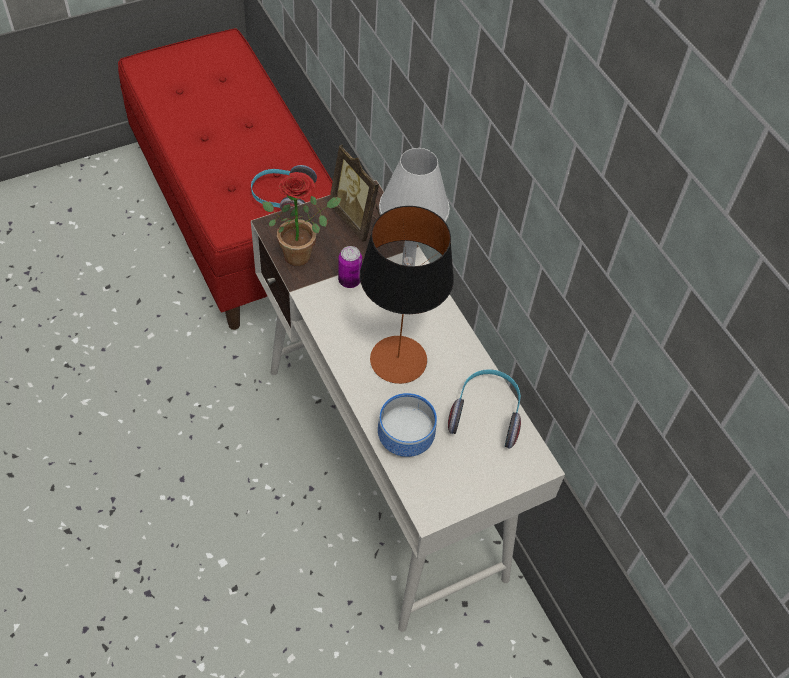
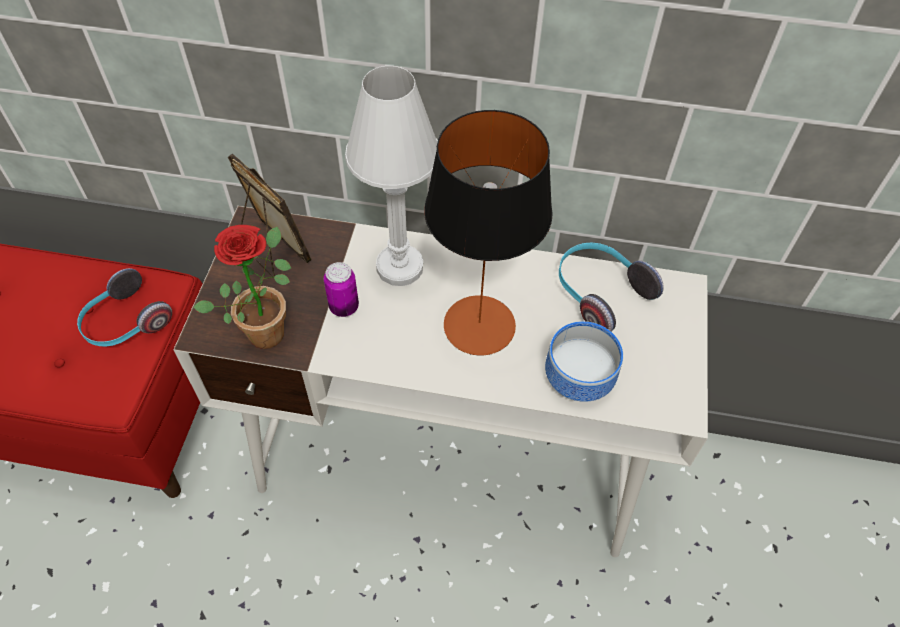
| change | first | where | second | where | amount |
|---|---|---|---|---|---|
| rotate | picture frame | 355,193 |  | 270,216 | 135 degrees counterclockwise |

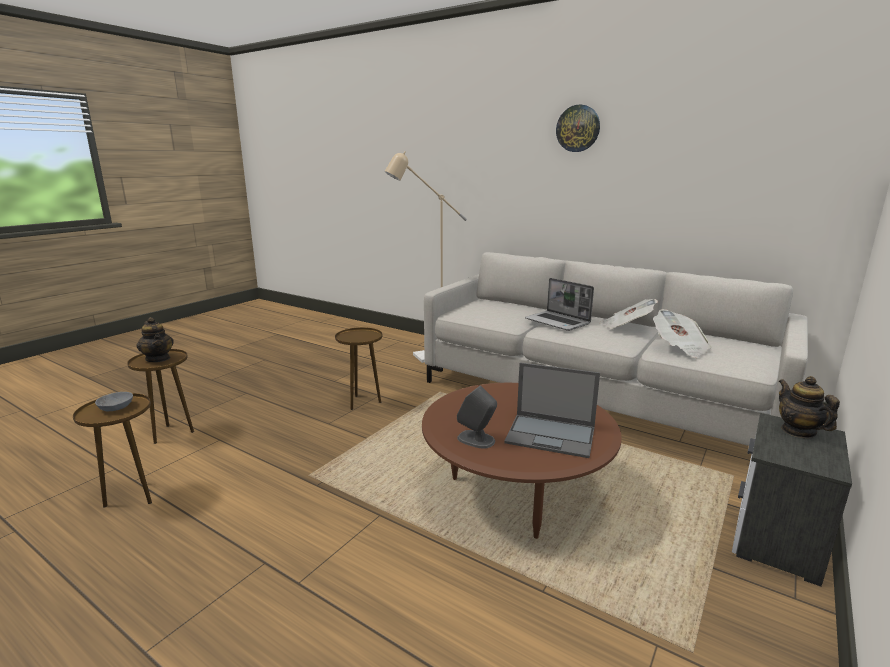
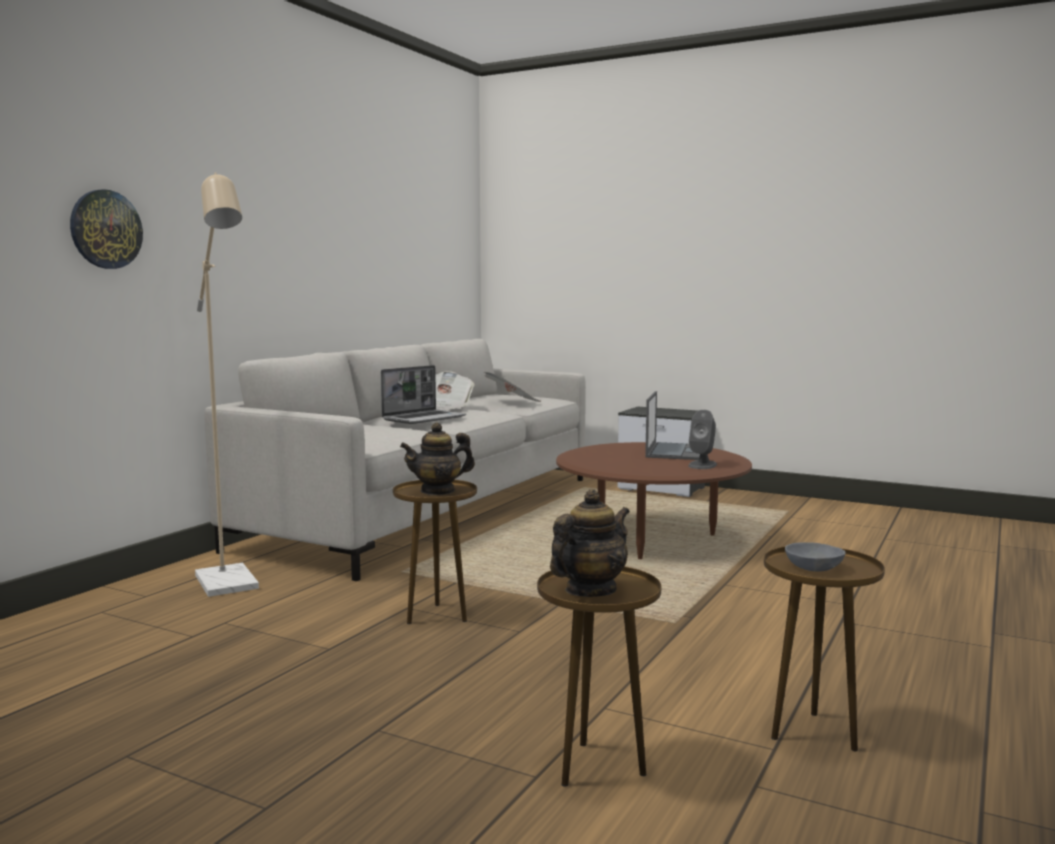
| change | first | where | second | where | amount |
|---|---|---|---|---|---|
| move | wall clock | 578,128 |  | 106,229 |  |
| move | teapot | 809,407 |  | 437,458 |  |

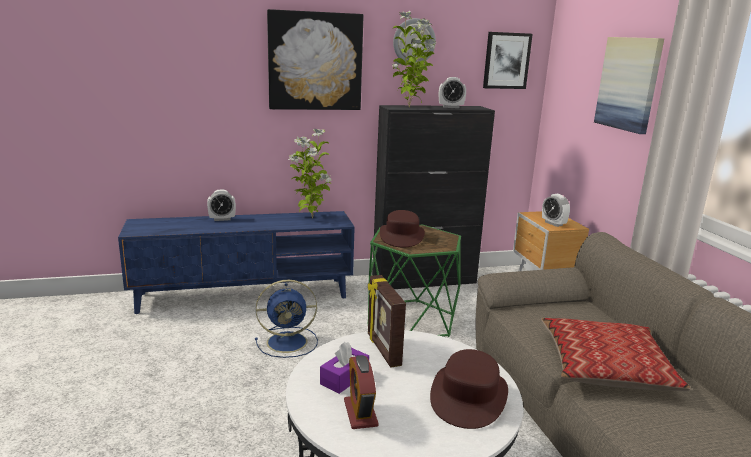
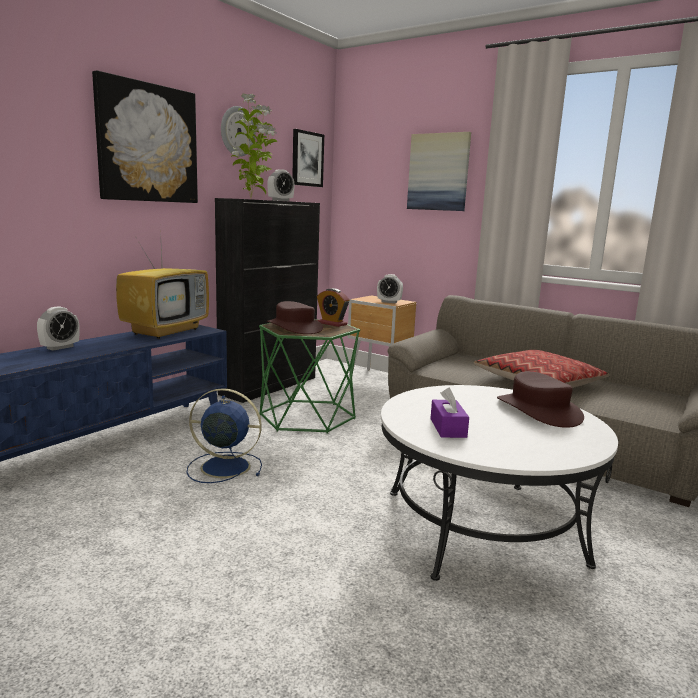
| change | first | where | second | where | amount |
|---|---|---|---|---|---|
| delete | picture frame | 387,321 |  |  |  |
| move | alarm clock | 361,392 |  | 333,307 |  |
| replace | potted plant | 310,173 | television | 162,283 |  |
| rotate | blue fan | 286,319 |  | 224,435 | 120 degrees counterclockwise |

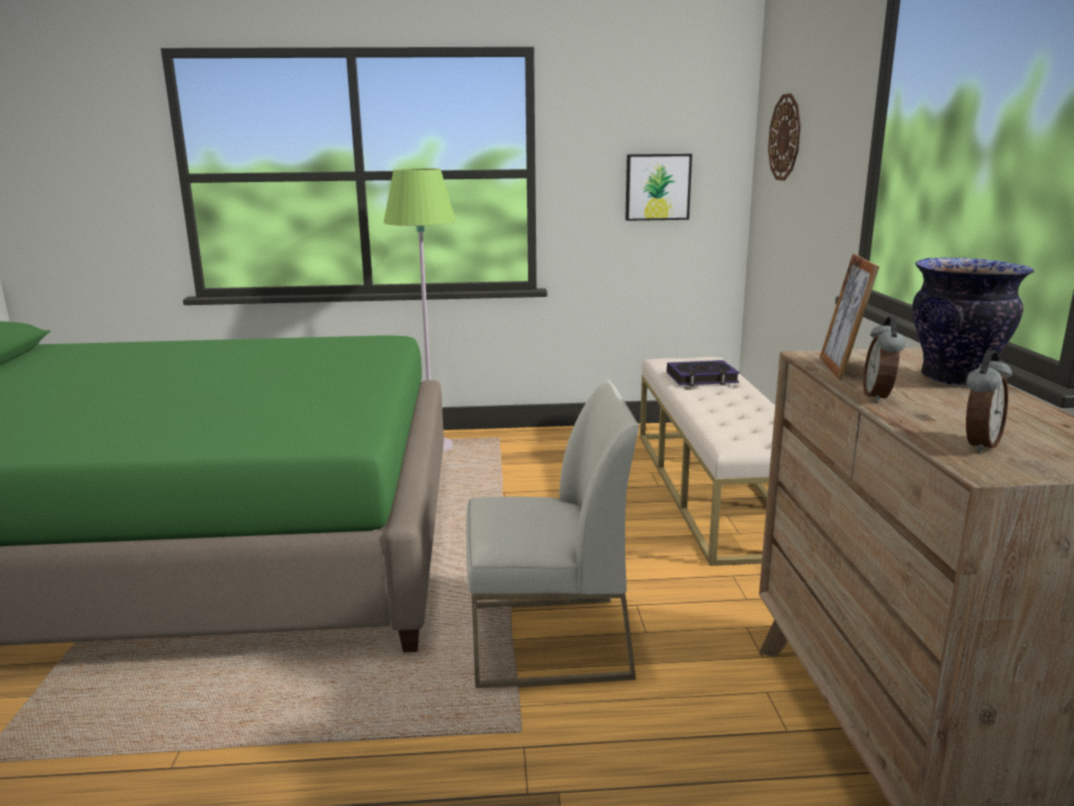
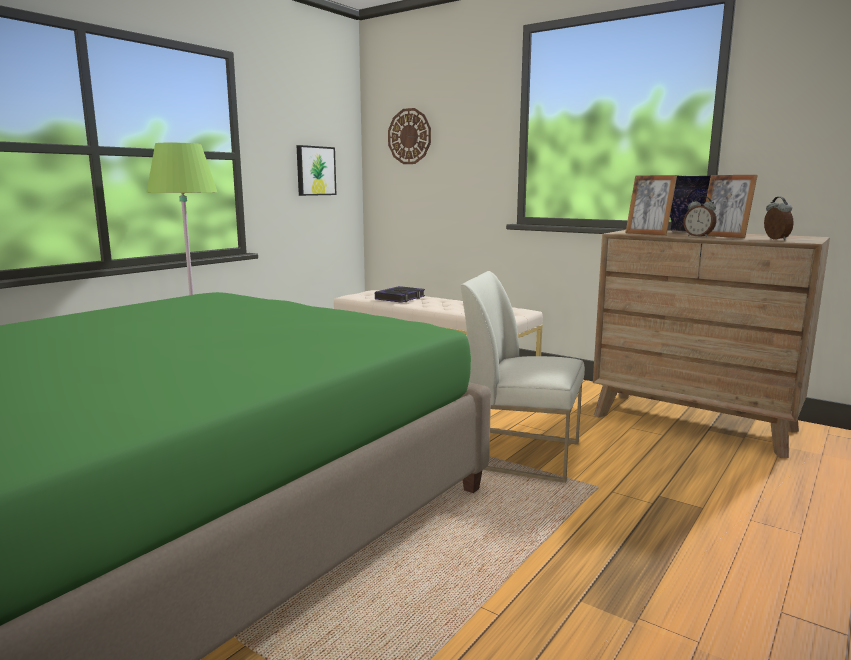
| change | first | where | second | where | amount |
|---|---|---|---|---|---|
| insert |  |  | picture frame | 732,206 |  |
| rotate | white chair | 552,534 |  | 523,377 | 105 degrees counterclockwise |

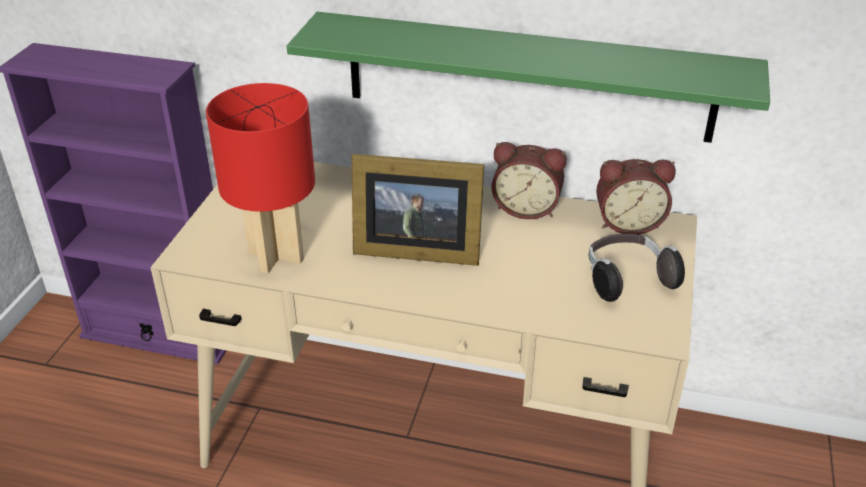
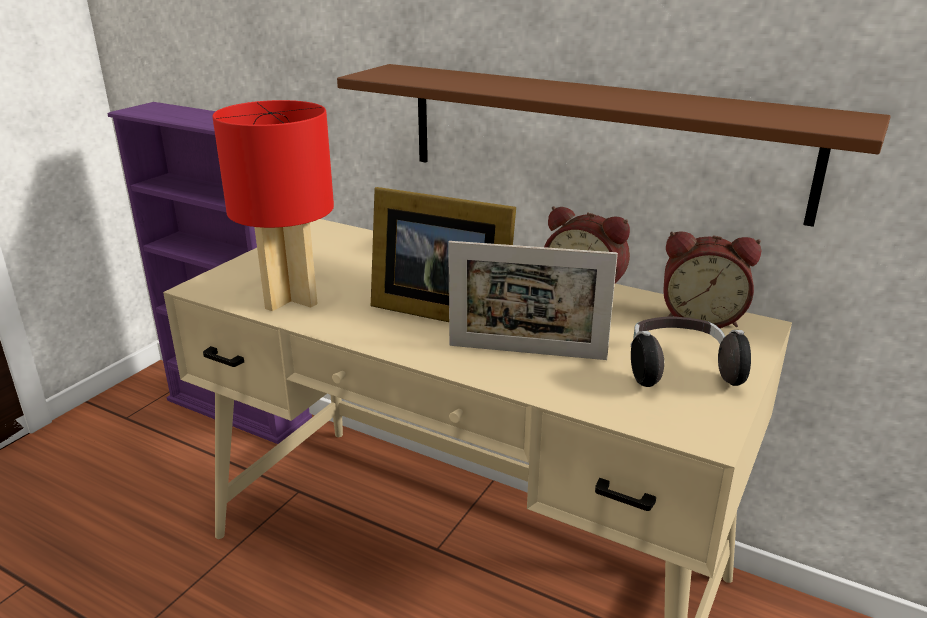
| change | first | where | second | where | amount |
|---|---|---|---|---|---|
| insert |  |  | picture frame | 533,300 |  |
| recolor | green shelf | 528,77 | brown shelf | 614,145 |  |

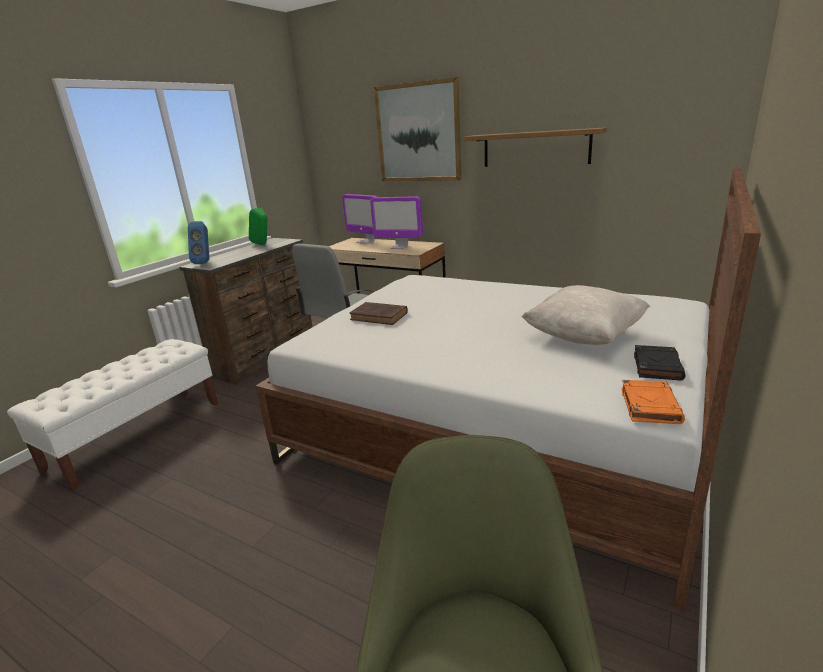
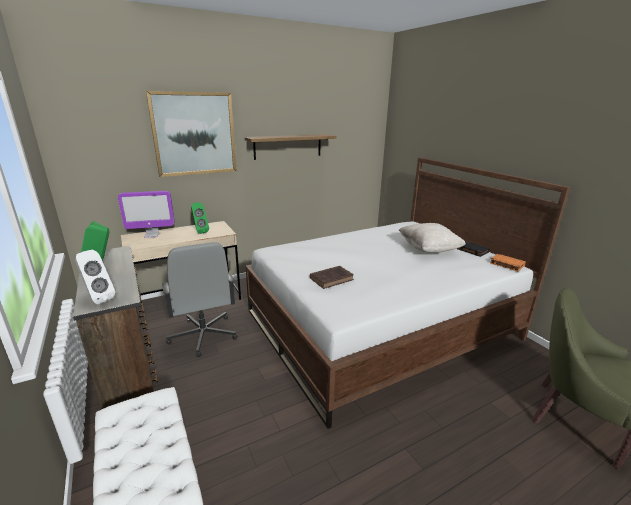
| change | first | where | second | where | amount |
|---|---|---|---|---|---|
| replace | monitor | 396,222 | green speaker | 200,218 |  |
| recolor | blue speaker | 198,242 | white speaker | 95,277 |  |

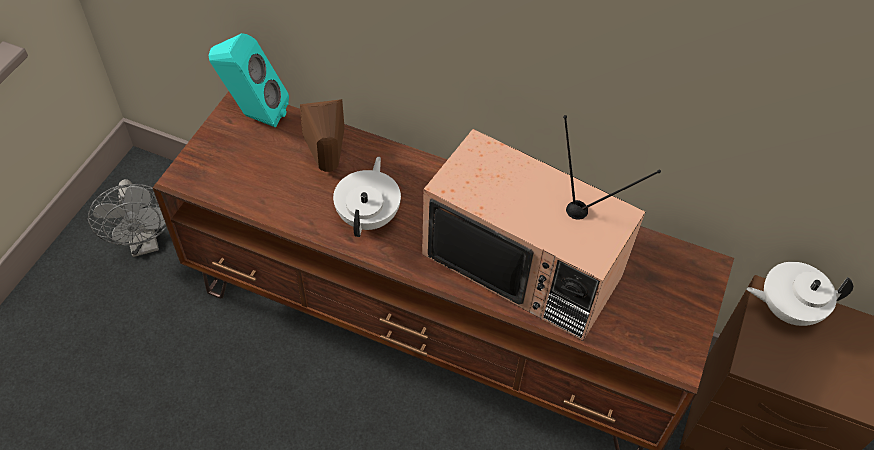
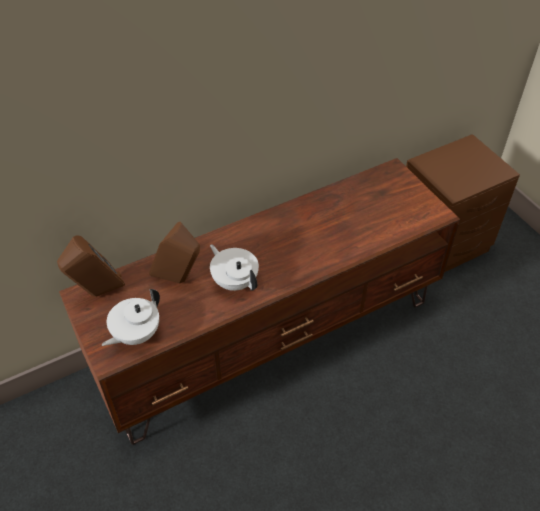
| change | first | where | second | where | amount |
|---|---|---|---|---|---|
| delete | grey fan | 127,218 |  |  |  |
| delete | television | 541,228 |  |  |  |
| move | white teapot | 799,294 |  | 131,317 |  |
| recolor | turquoise speaker | 249,80 | brown speaker | 91,266 |  |

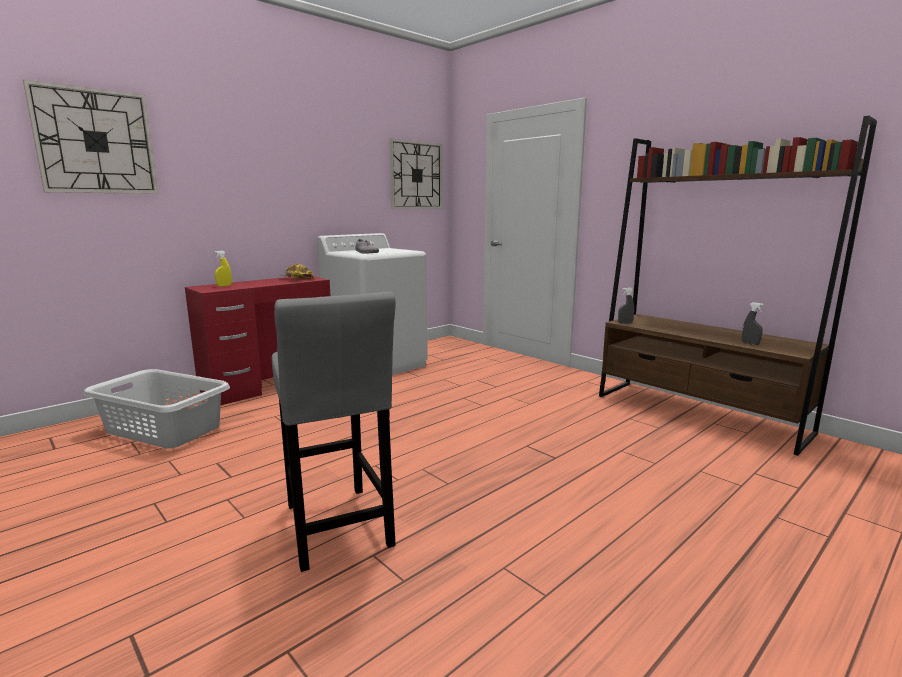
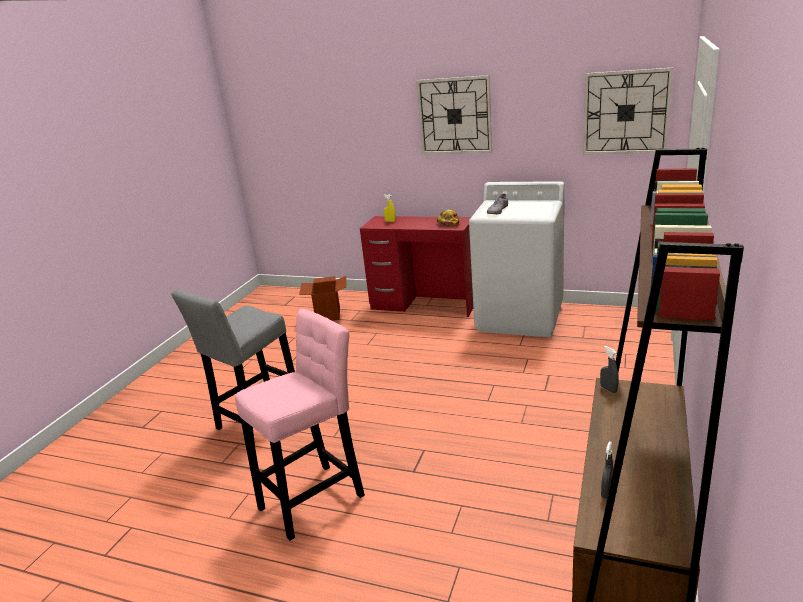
| change | first | where | second | where | amount |
|---|---|---|---|---|---|
| insert |  |  | pink stool | 300,425 |  |
| move | wall clock | 90,137 |  | 454,114 |  |
| replace | grey laundry basket | 156,408 | cardboard box | 322,298 |  |

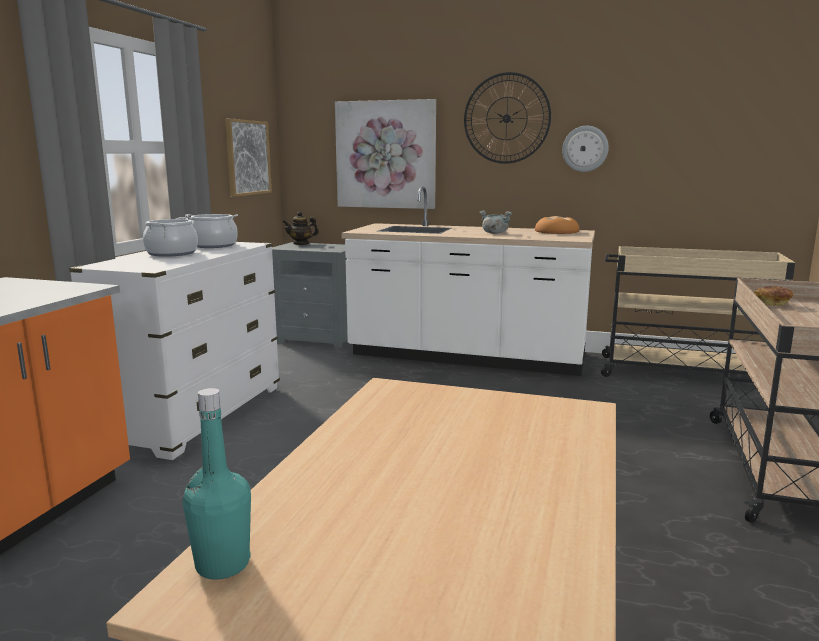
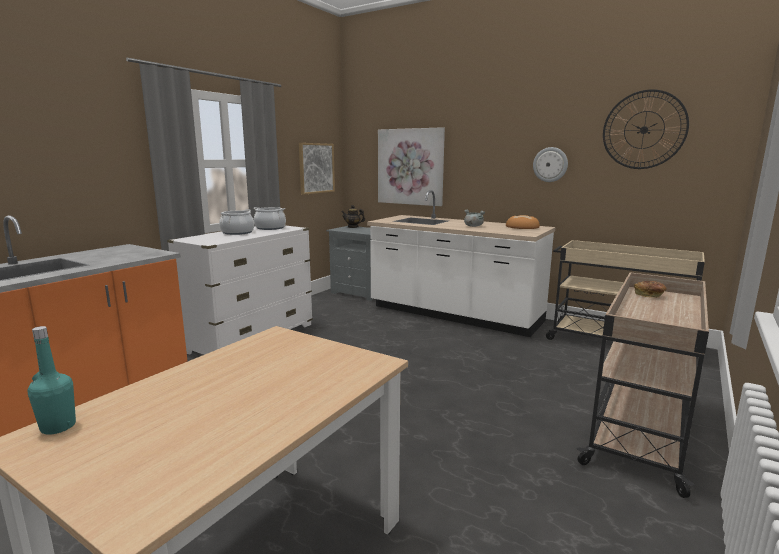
| change | first | where | second | where | amount |
|---|---|---|---|---|---|
| move | wall clock | 507,118 |  | 646,129 |  |

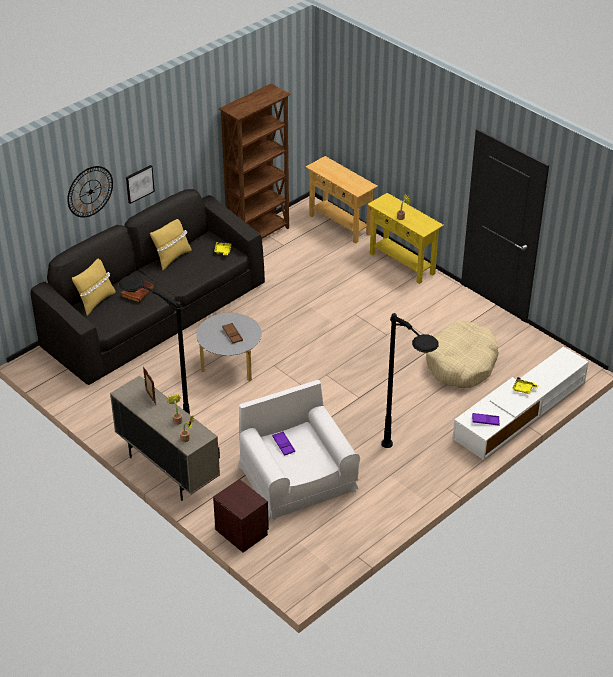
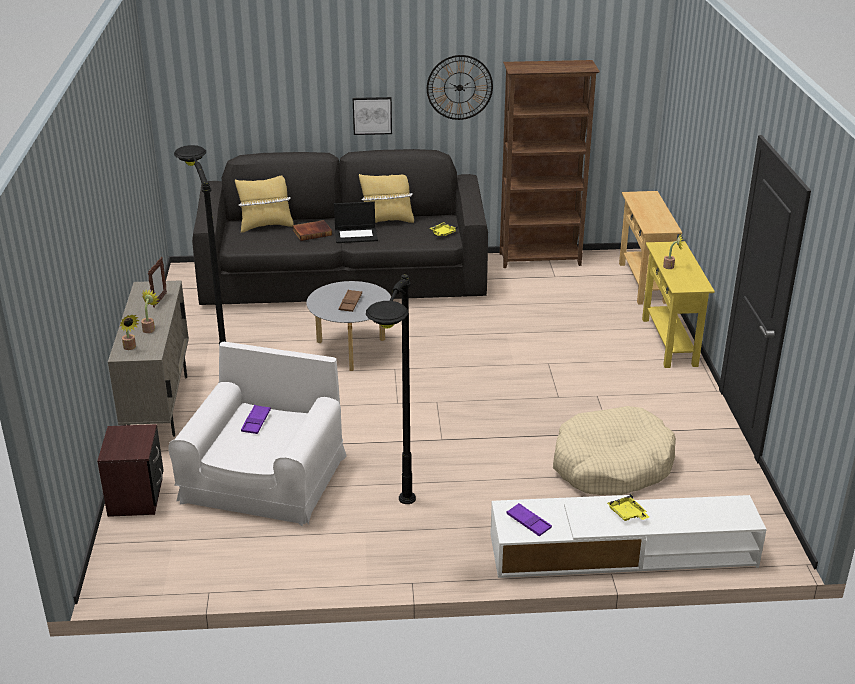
| change | first | where | second | where | amount |
|---|---|---|---|---|---|
| insert |  |  | laptop | 356,222 |  |
| move | wall clock | 90,192 |  | 460,87 |  |

